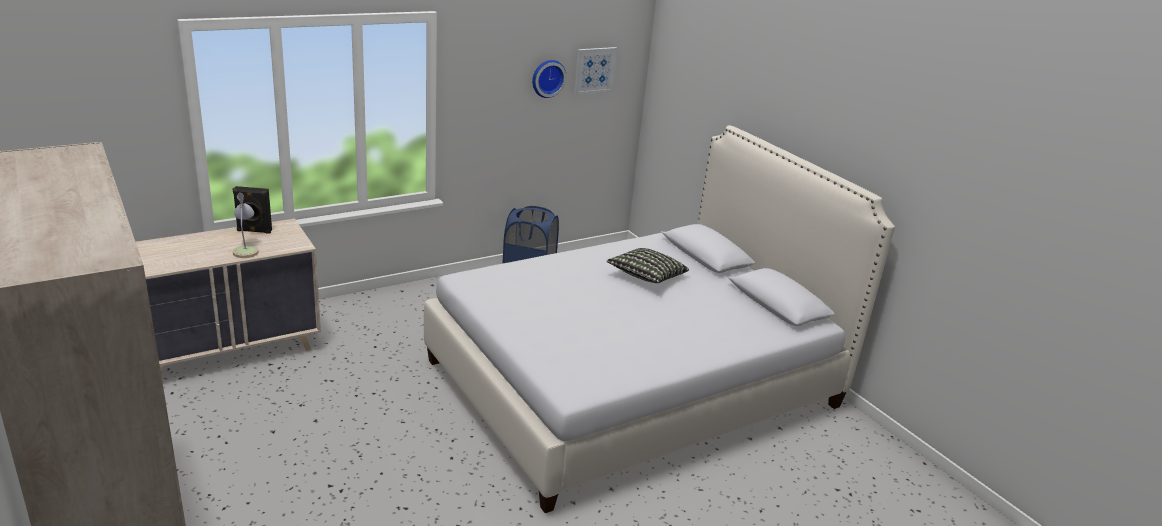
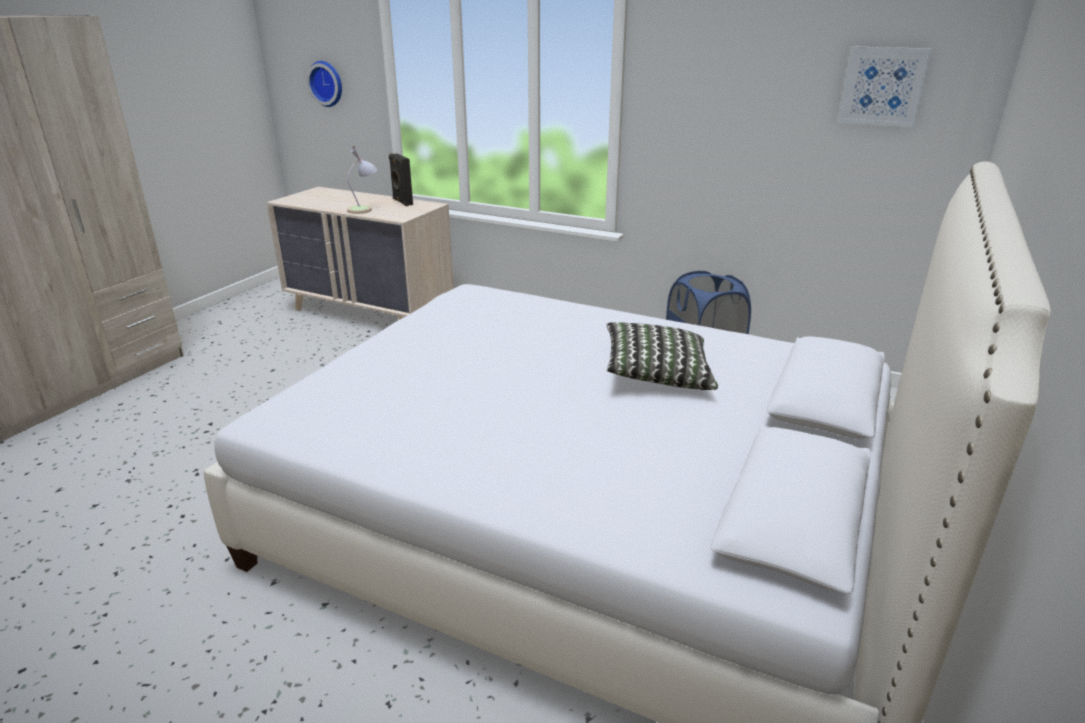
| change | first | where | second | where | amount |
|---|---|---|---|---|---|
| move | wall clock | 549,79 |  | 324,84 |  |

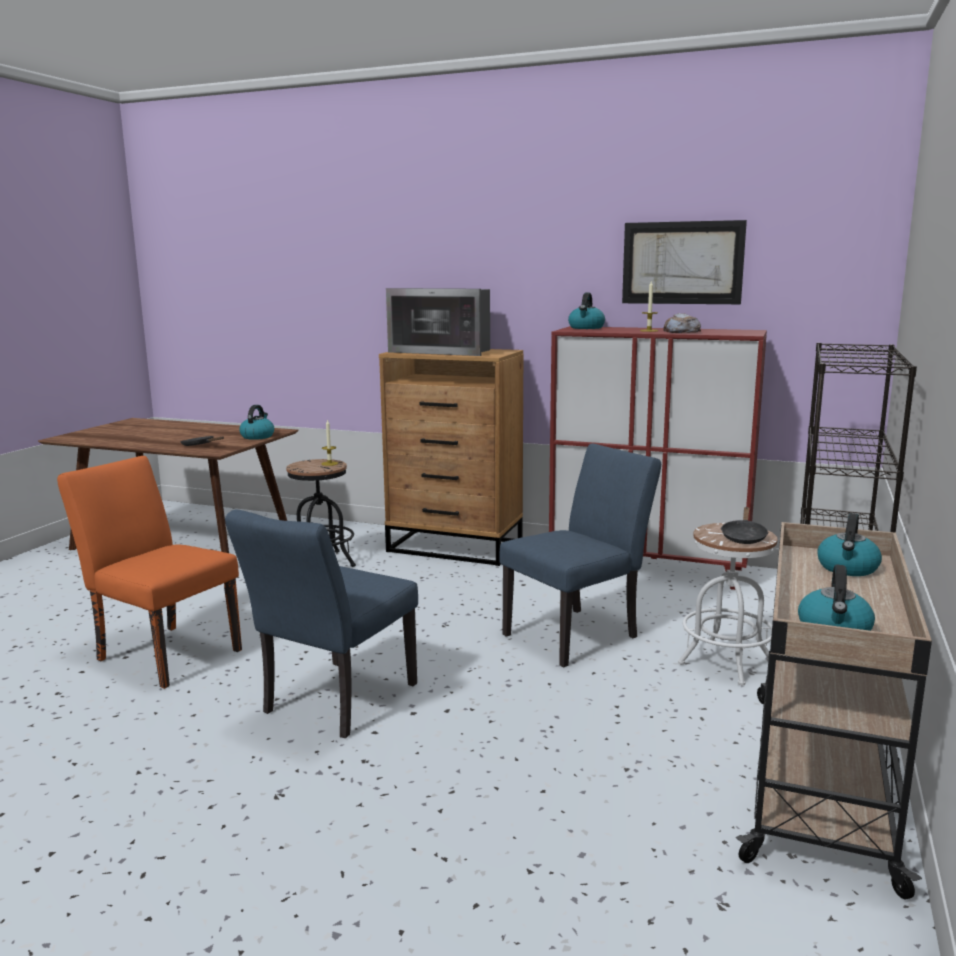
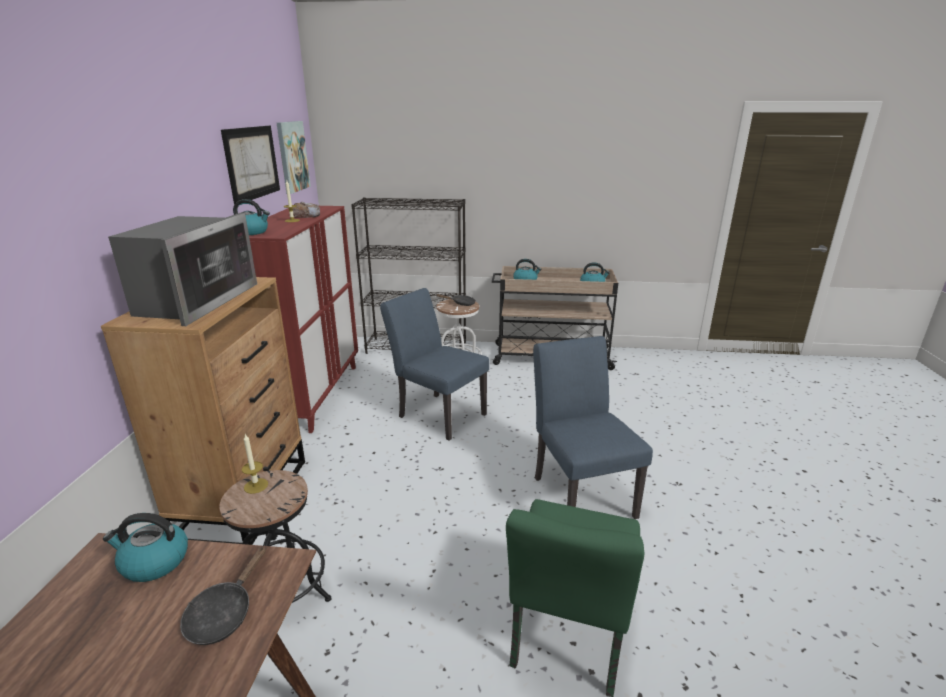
| change | first | where | second | where | amount |
|---|---|---|---|---|---|
| insert |  |  | picture | 294,157 |  |
| recolor | orange chair | 149,572 | green chair | 575,598 |  |
| rotate | blue chair | 321,624 |  | 593,427 | 120 degrees counterclockwise |

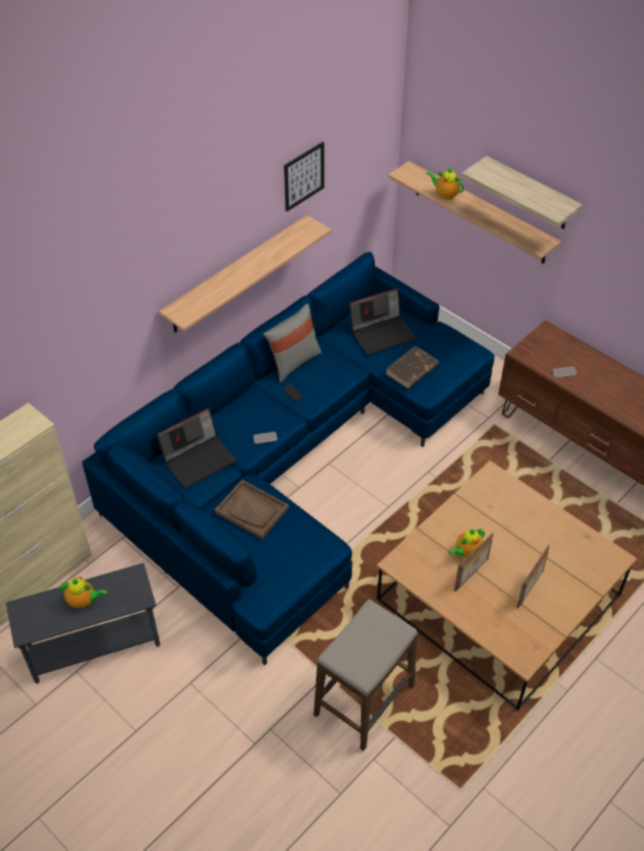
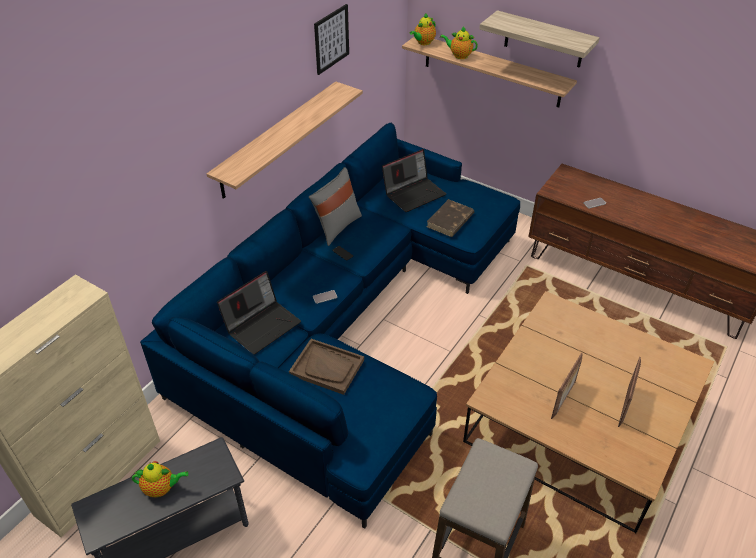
| change | first | where | second | where | amount |
|---|---|---|---|---|---|
| move | teapot | 467,543 |  | 423,29 |  |

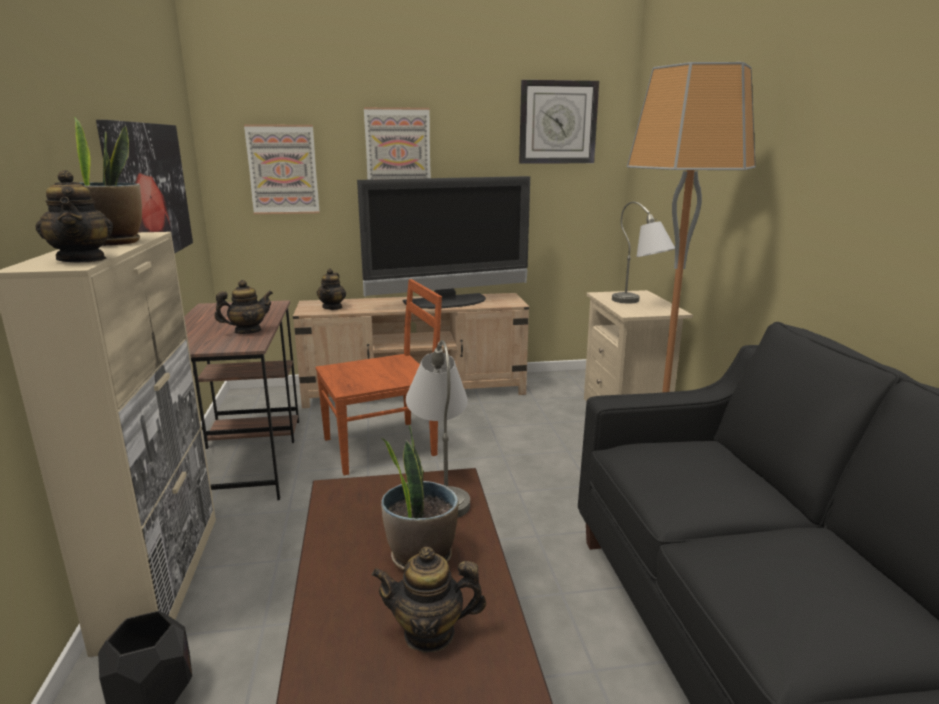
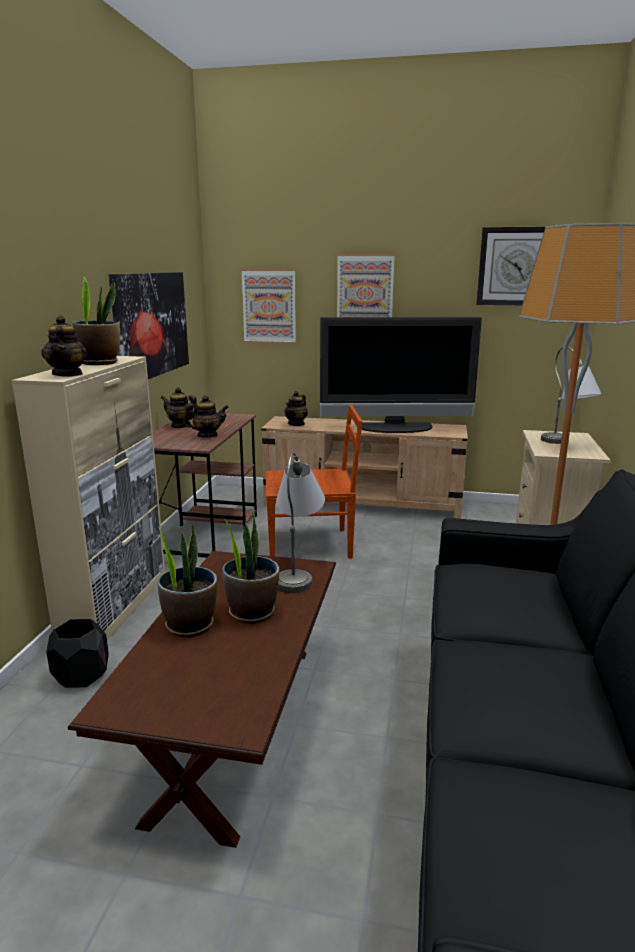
| change | first | where | second | where | amount |
|---|---|---|---|---|---|
| insert |  |  | potted plant | 186,579 |  |
| move | teapot | 429,600 |  | 179,407 |  |

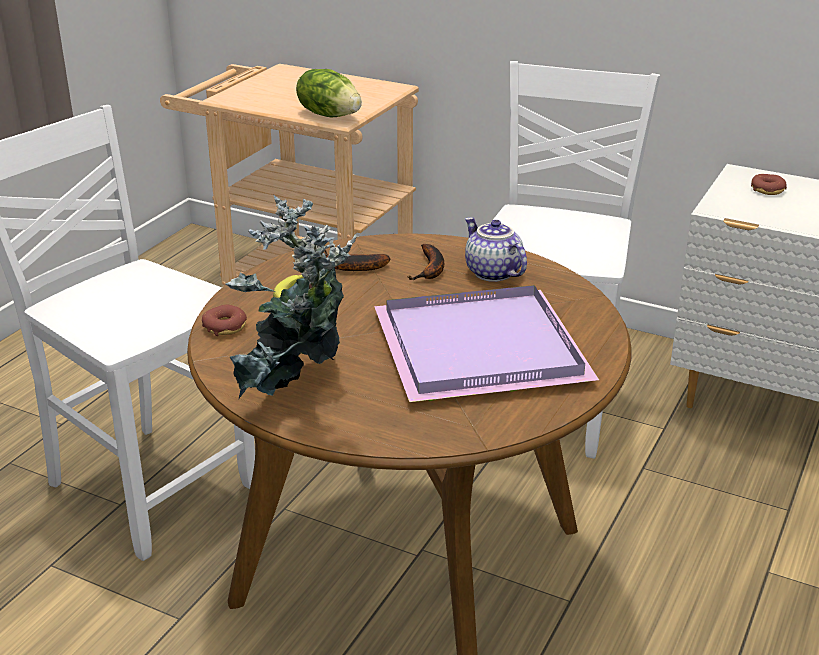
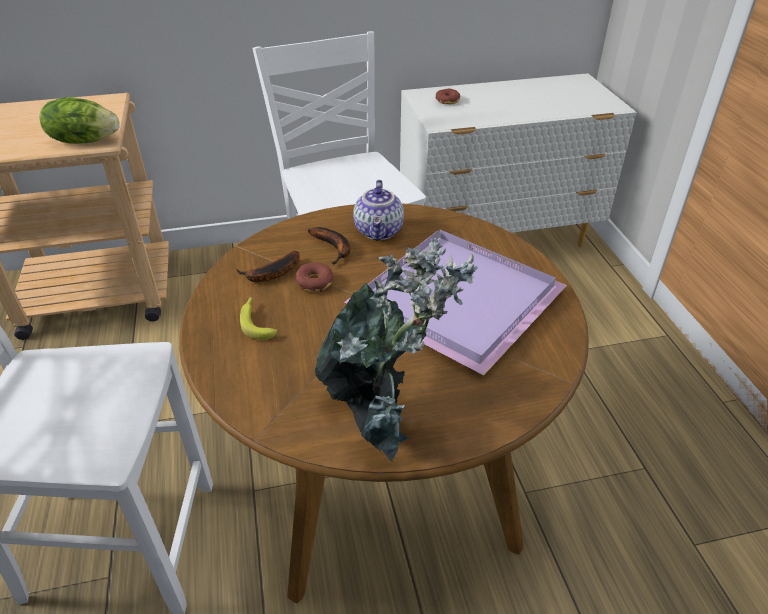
| change | first | where | second | where | amount |
|---|---|---|---|---|---|
| move | donut | 224,320 |  | 314,277 |  |
| rotate | teapot | 496,249 |  | 378,210 | 105 degrees counterclockwise |

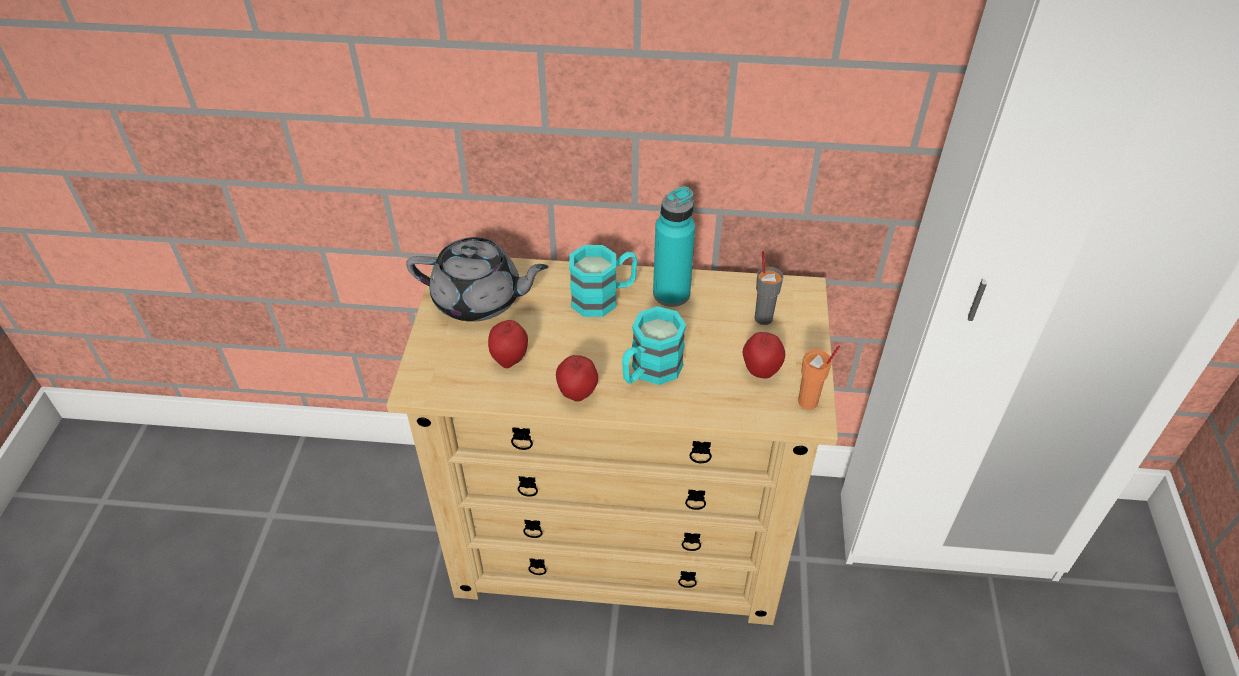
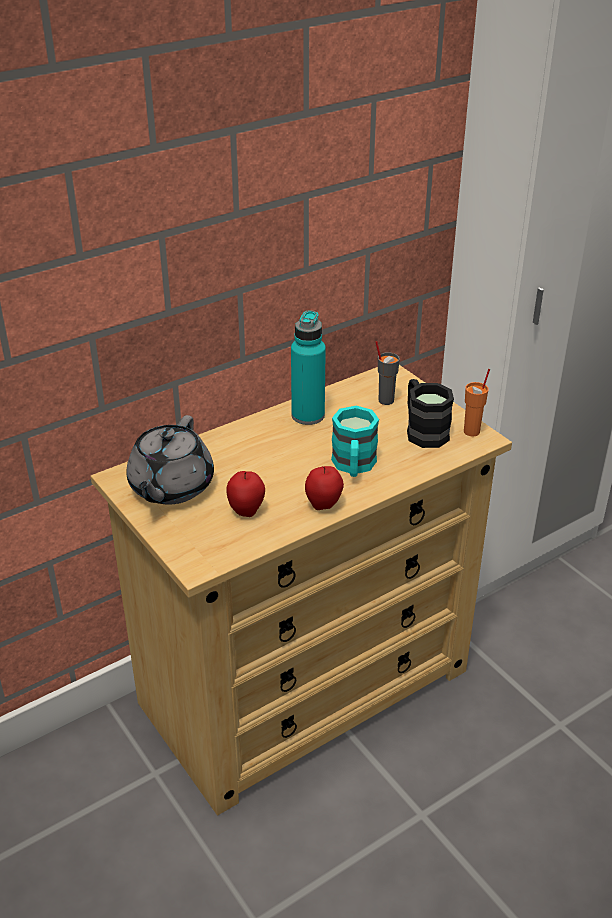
| change | first | where | second | where | amount |
|---|---|---|---|---|---|
| delete | turquoise mug | 603,281 |  |  |  |
| replace | apple | 764,355 | black mug | 430,413 |  |
| rotate | grey teapot | 477,279 |  | 170,459 | 135 degrees clockwise |

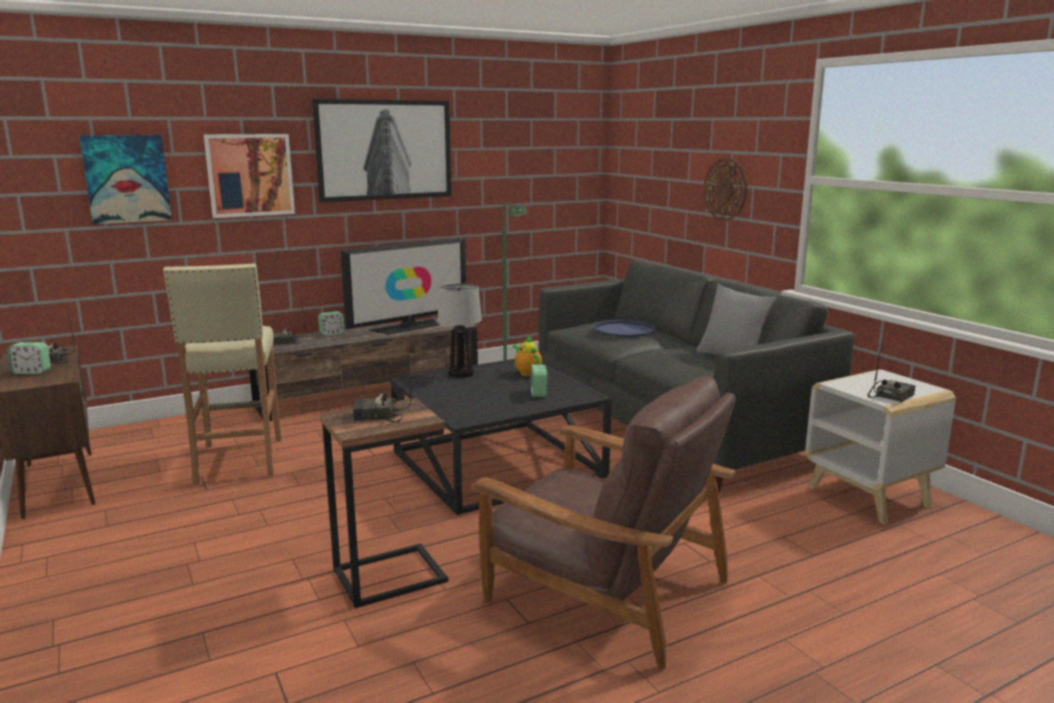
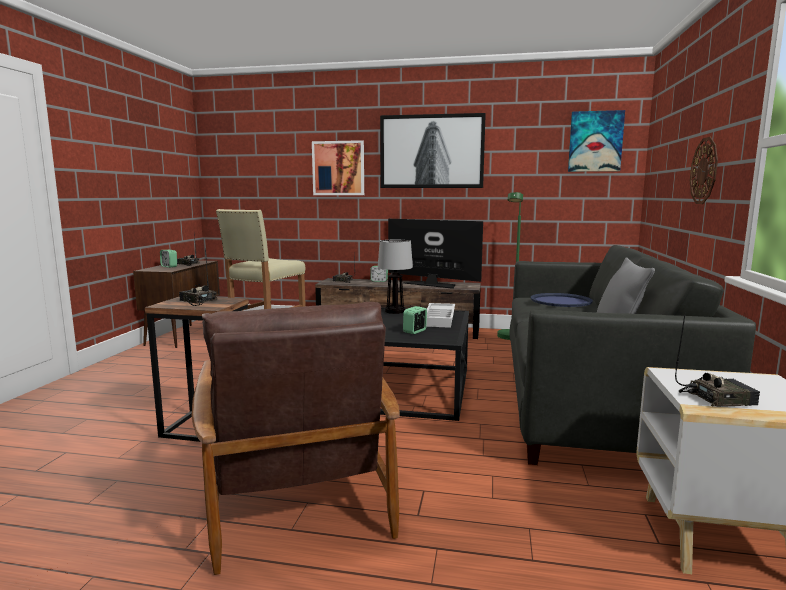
| change | first | where | second | where | amount |
|---|---|---|---|---|---|
| move | picture | 125,180 |  | 596,141 |  |
| replace | teapot | 527,356 | white tray | 441,315 |  |
| rotate | television | 403,285 |  | 435,254 | 150 degrees counterclockwise |

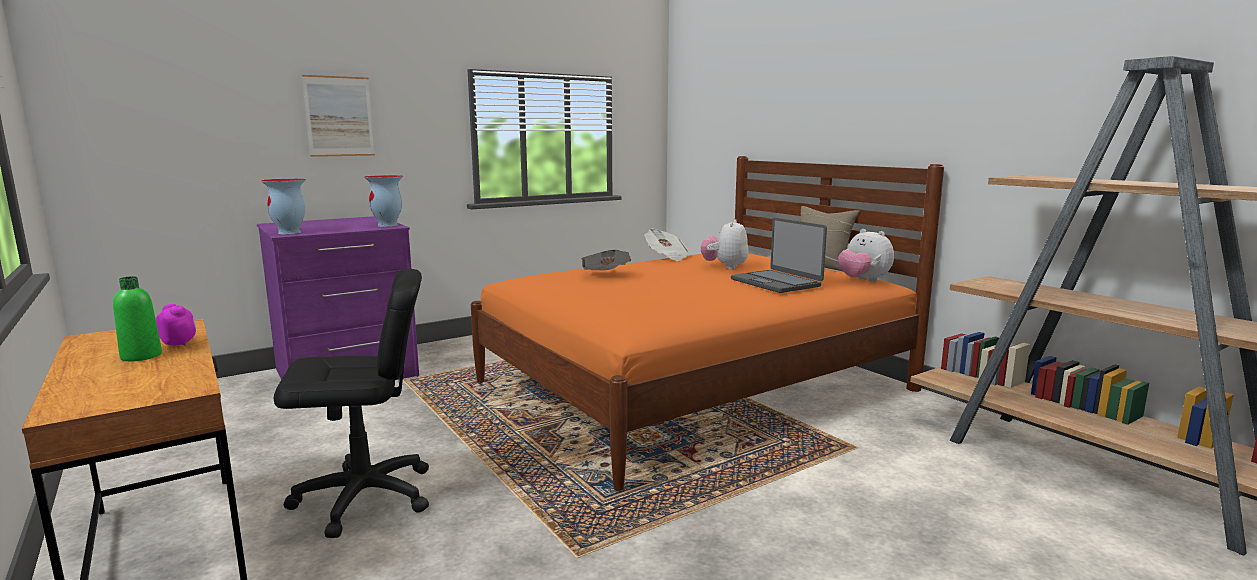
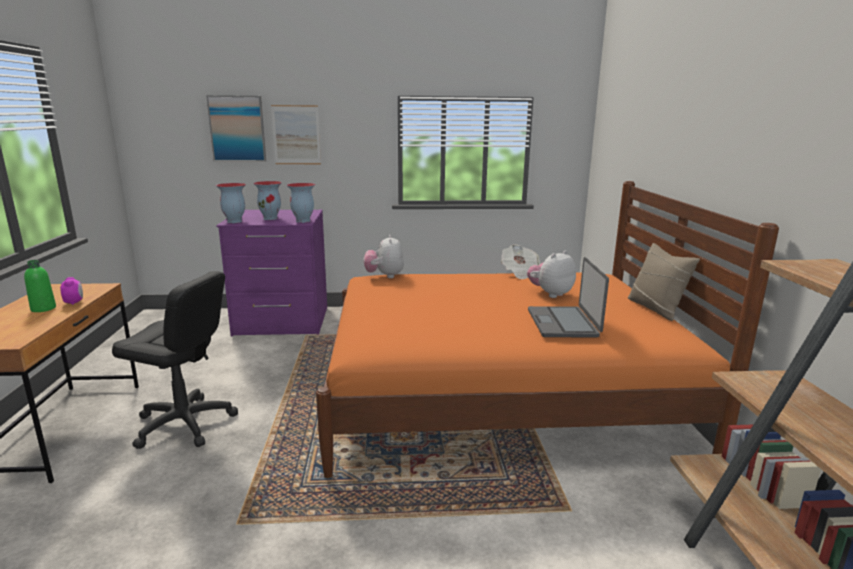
| change | first | where | second | where | amount |
|---|---|---|---|---|---|
| delete | newspaper | 606,260 |  |  |  |
| insert |  |  | picture | 236,128 |  |
| insert |  |  | vase | 267,200 |  |
| move | plush toy | 866,255 |  | 384,256 |  |

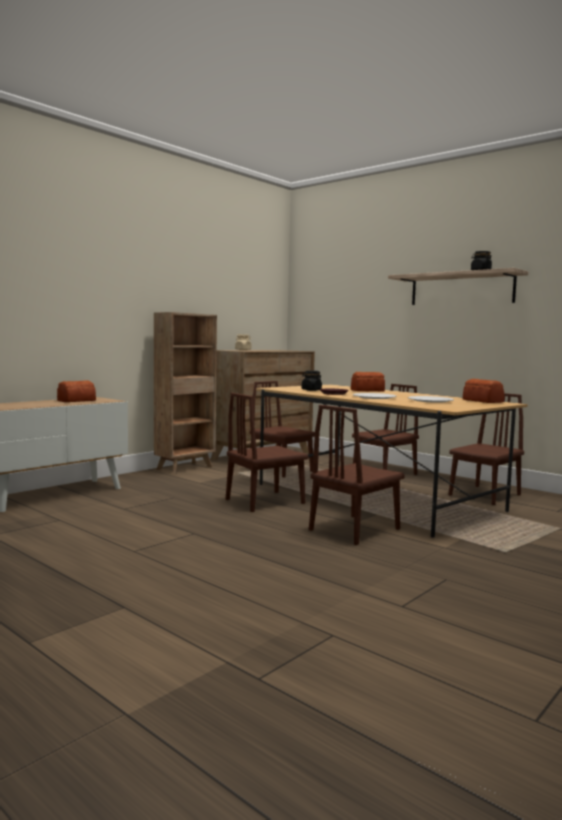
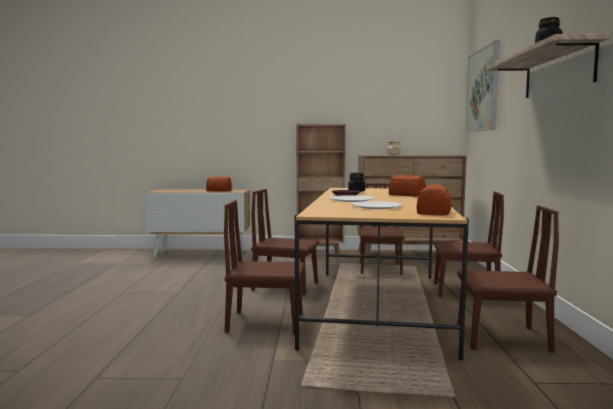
| change | first | where | second | where | amount |
|---|---|---|---|---|---|
| insert |  |  | picture | 482,86 |  |

